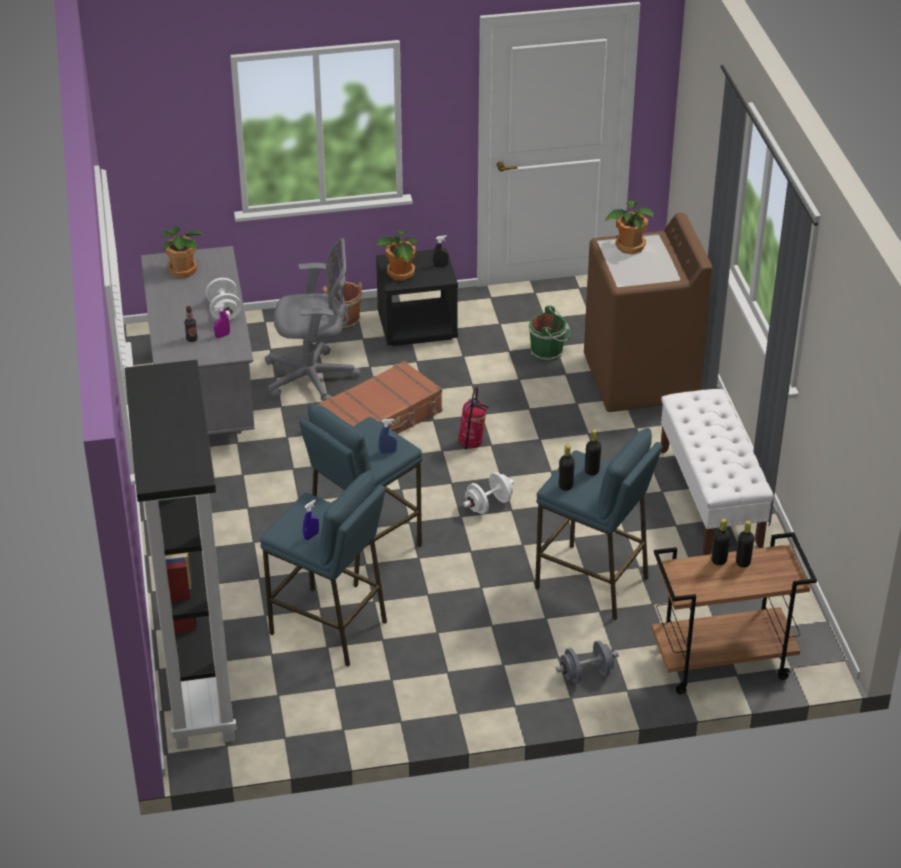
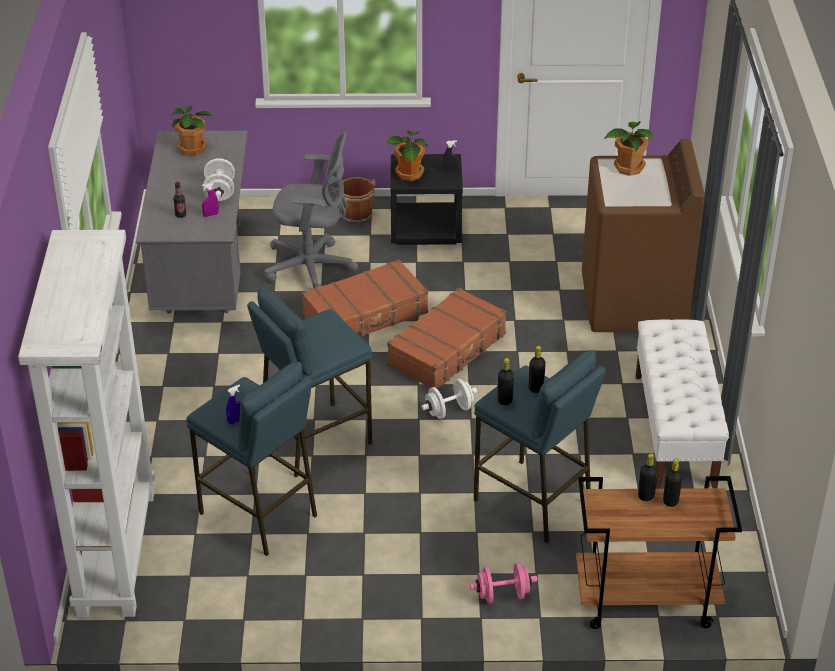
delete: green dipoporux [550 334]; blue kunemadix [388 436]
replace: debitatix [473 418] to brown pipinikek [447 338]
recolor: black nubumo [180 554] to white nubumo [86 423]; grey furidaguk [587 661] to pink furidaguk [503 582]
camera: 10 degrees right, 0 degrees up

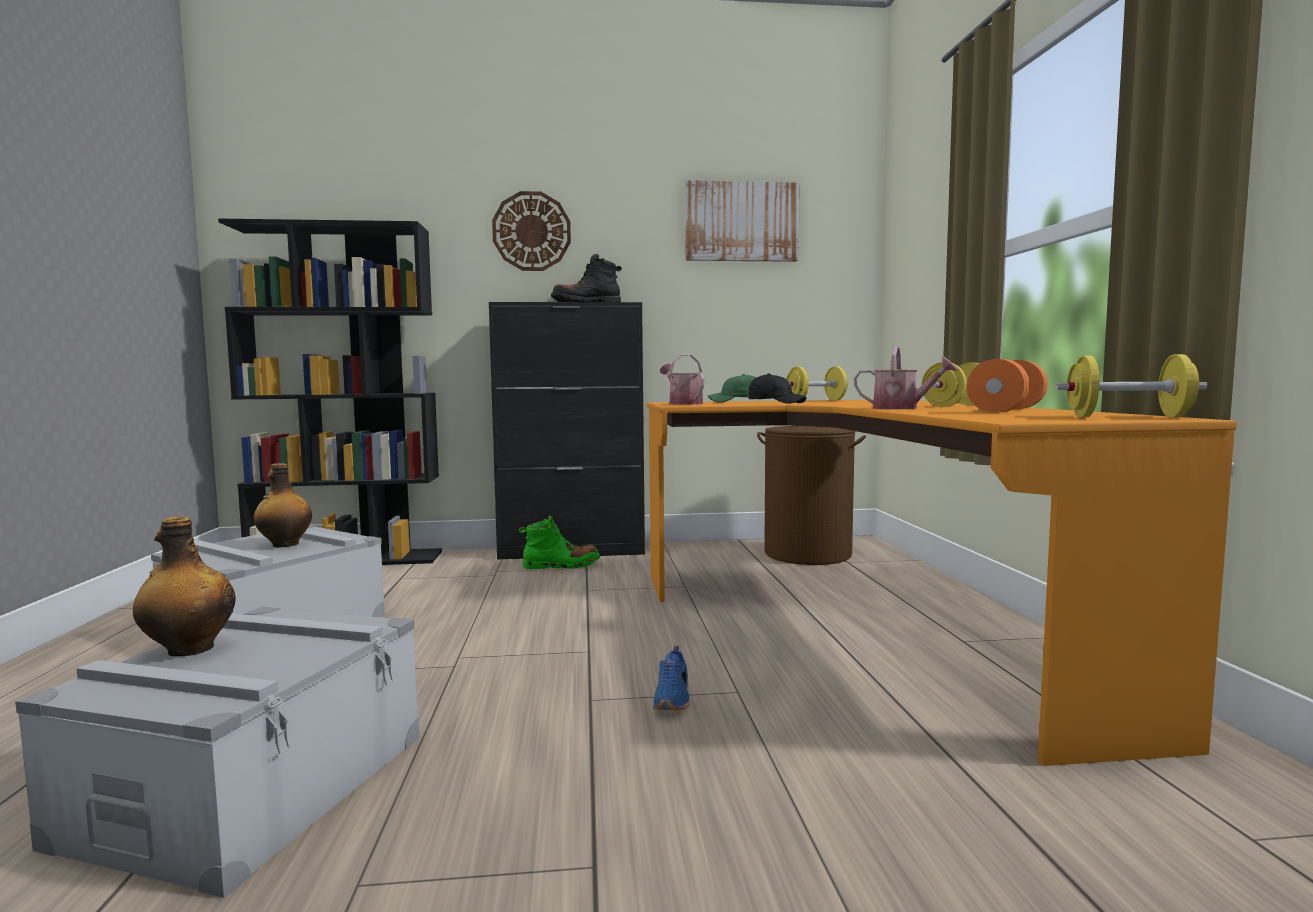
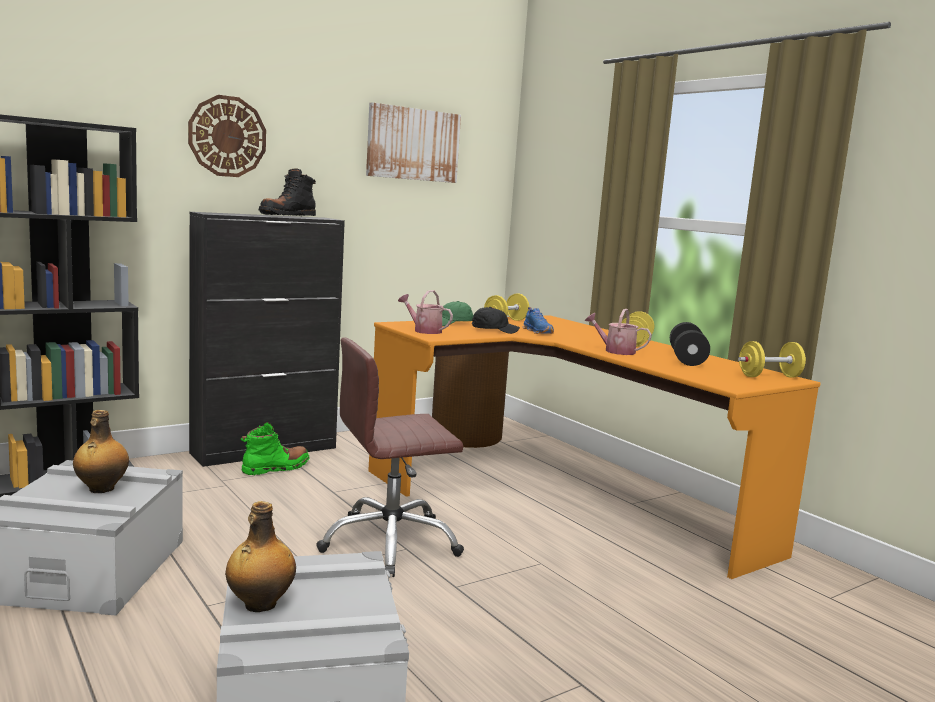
insert: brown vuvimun [390 457]
move: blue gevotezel [671 677] to [538 320]
recolor: orange furidaguk [1007 386] to black furidaguk [690 344]
rotate: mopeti [906 377] = [618 332] 150 degrees counterclockwise
camera: 30 degrees left, 5 degrees up

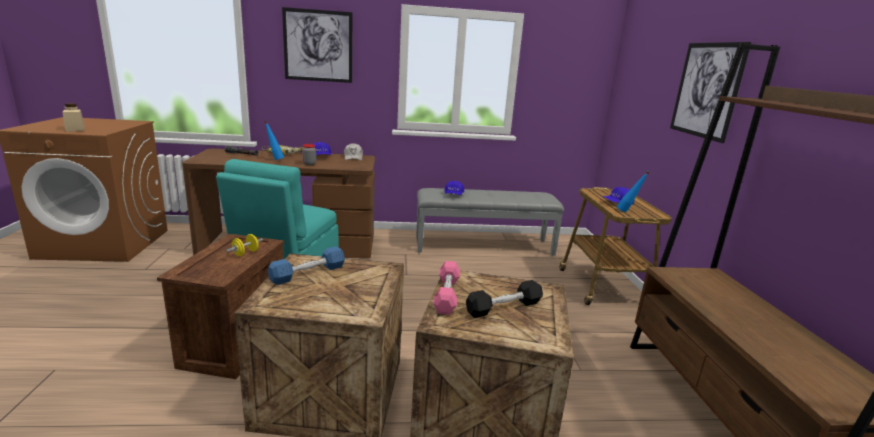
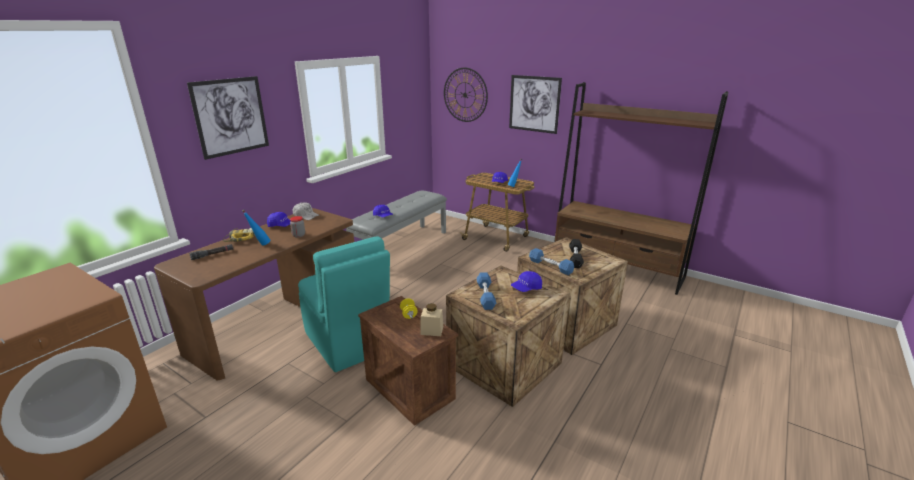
insert: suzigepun [466 95]; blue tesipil [526 281]
move: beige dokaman [74 117] to [431 319]
recolor: pink furidaguk [446 288] to blue furidaguk [551 261]
camera: 50 degrees left, 5 degrees up

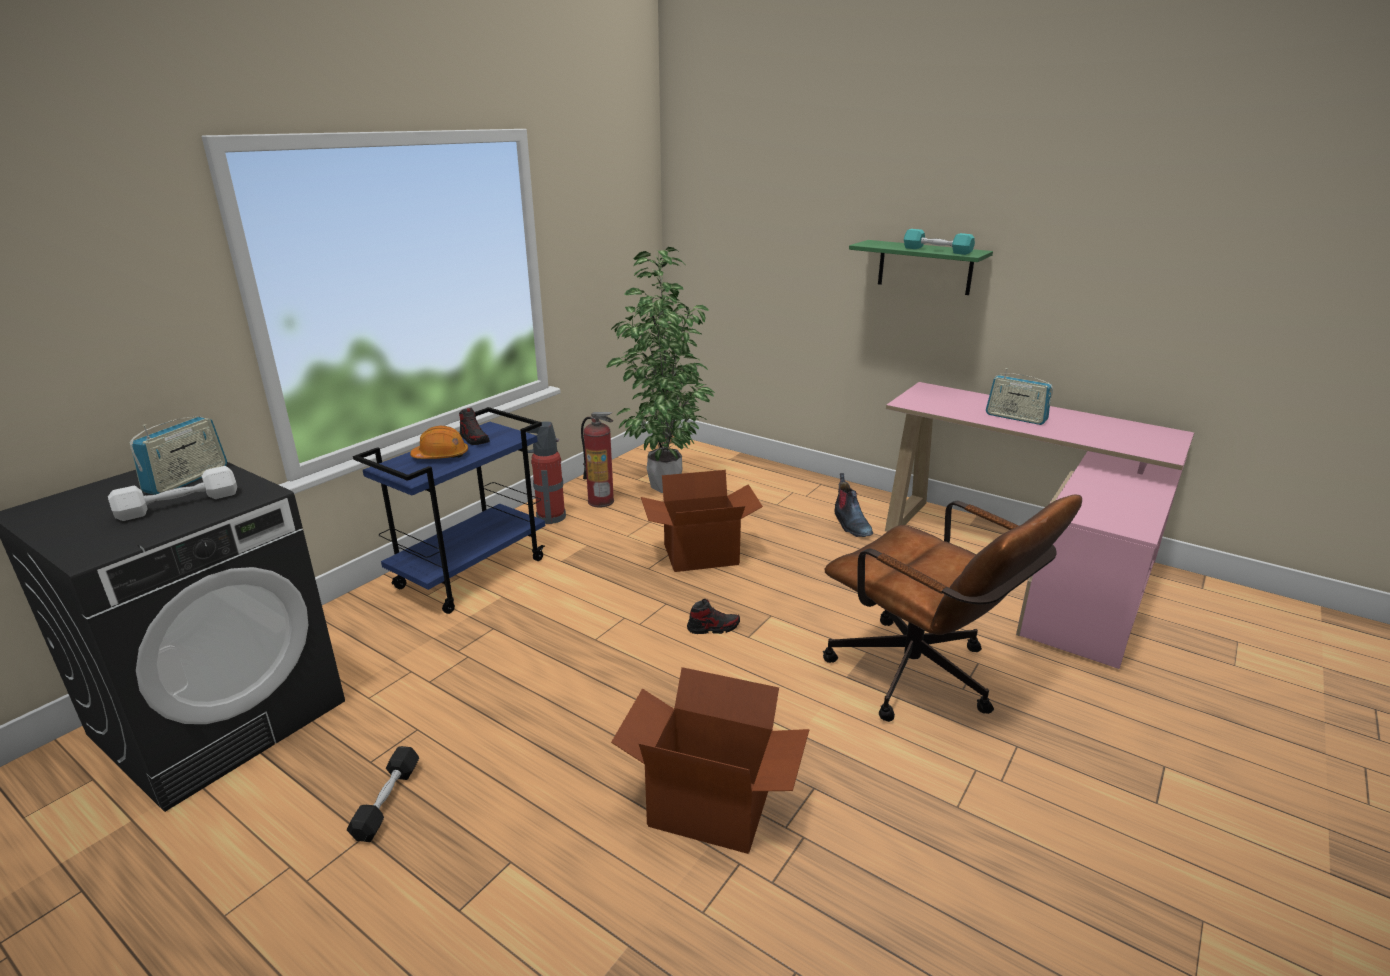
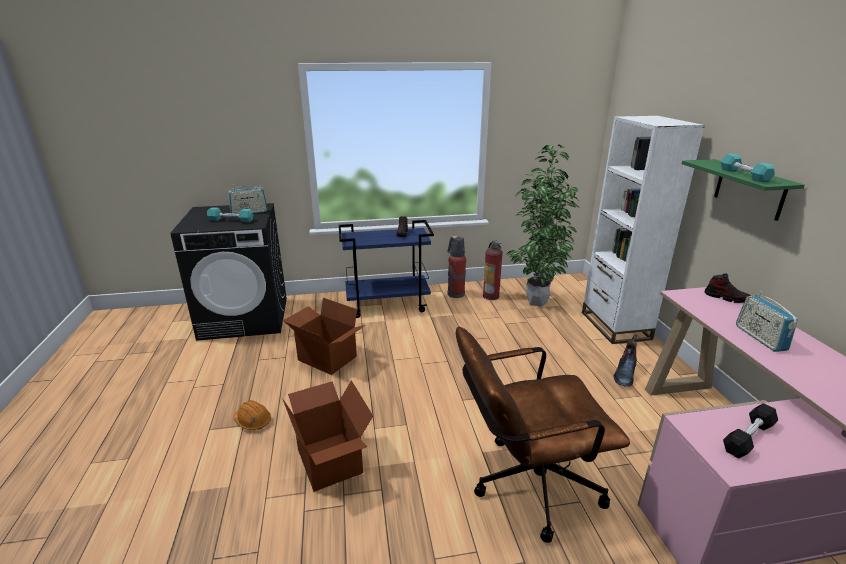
insert: white nubumo [643 230]
move: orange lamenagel [439 442] to [252 415]; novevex [702 521] to [324 336]; gevotezel [713 616] to [727 288]; black furidaguk [383 794] to [750 430]
recolor: white furidaguk [172 493] to turquoise furidaguk [230 214]
rotate: brown vuvimun [952 608] = [543 435] 75 degrees clockwise
camera: 45 degrees right, 0 degrees up

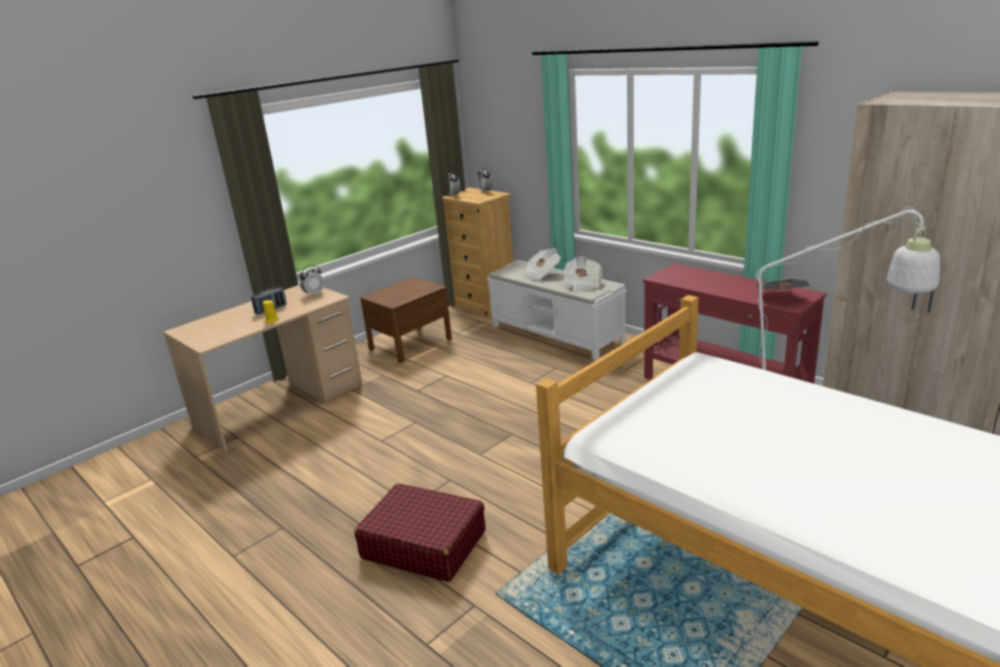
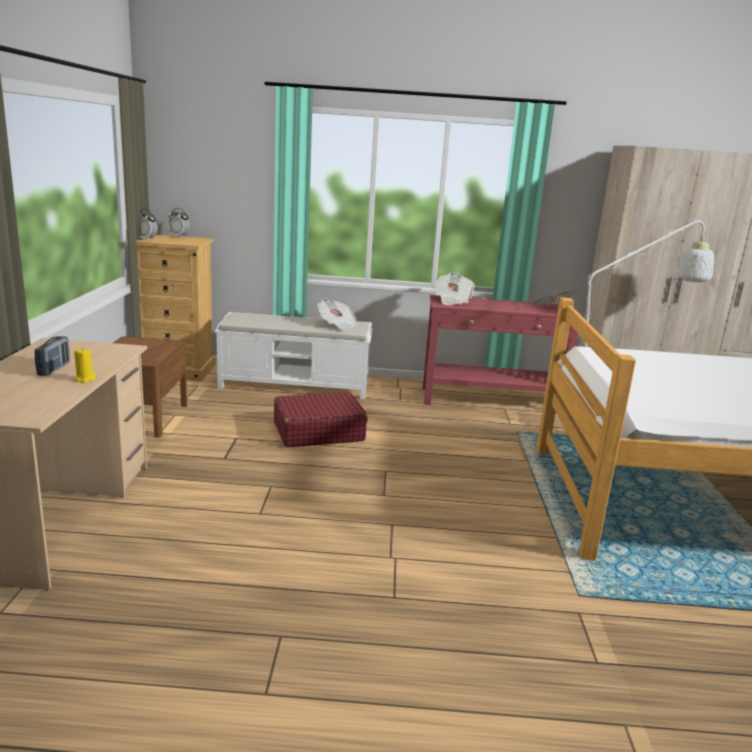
delete: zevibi [312 281]
move: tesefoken [541 264] to [454 289]; red pipinikek [419 532] to [320 419]
camera: 45 degrees left, 5 degrees down

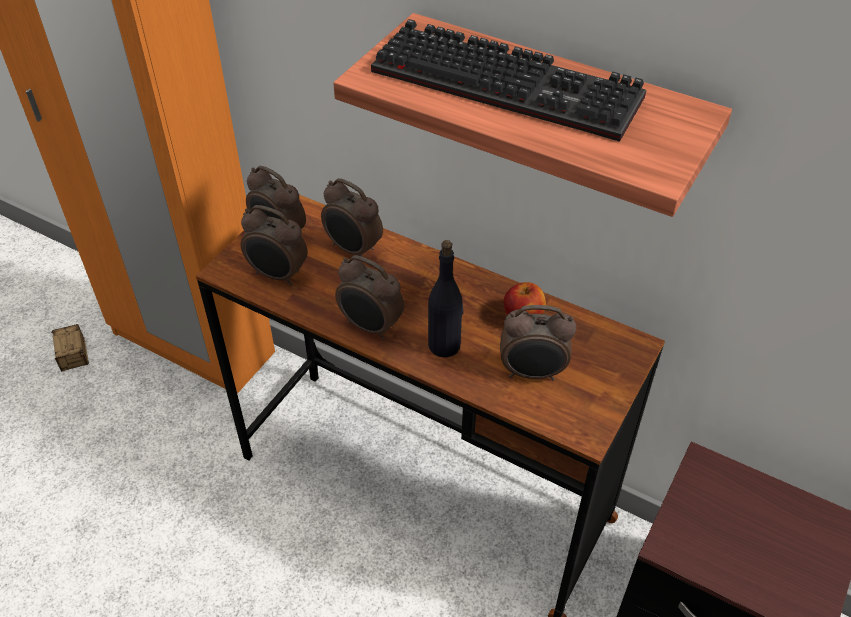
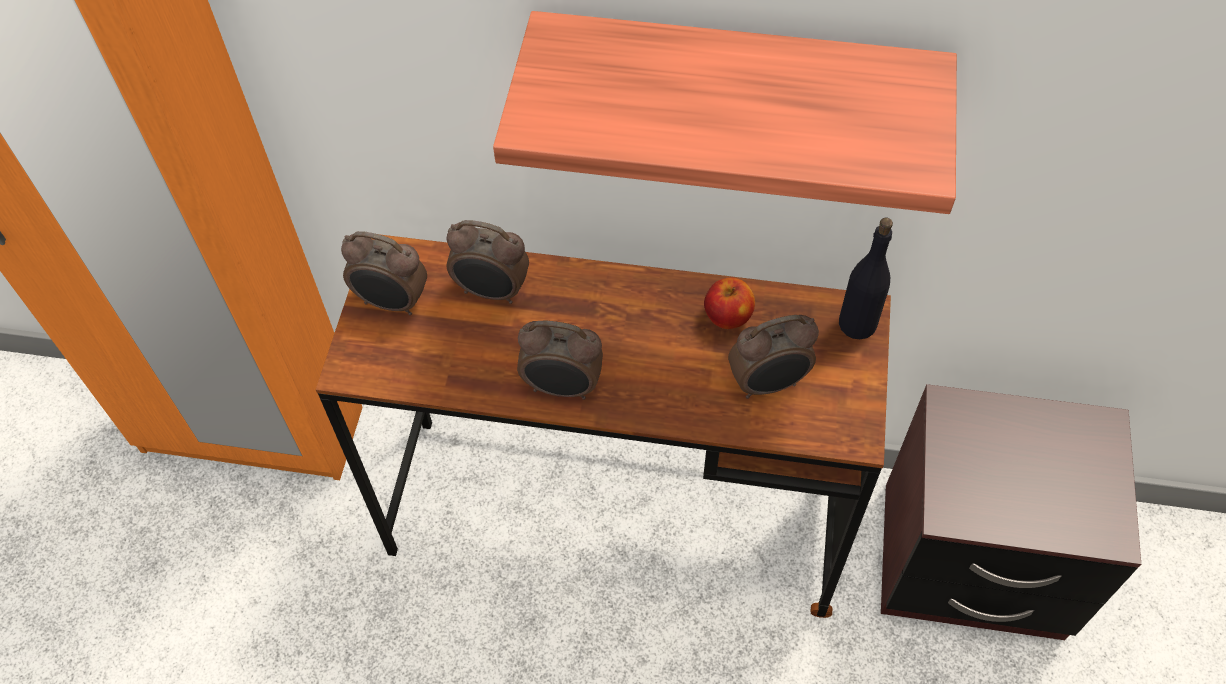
delete: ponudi [508 80]; zevibi [274 245]; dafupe [70 348]
move: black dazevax [445 299] to [866 278]
camera: 20 degrees left, 10 degrees up

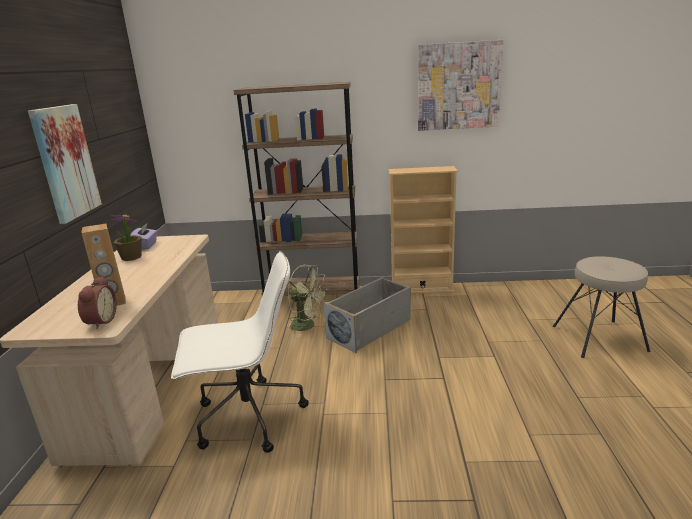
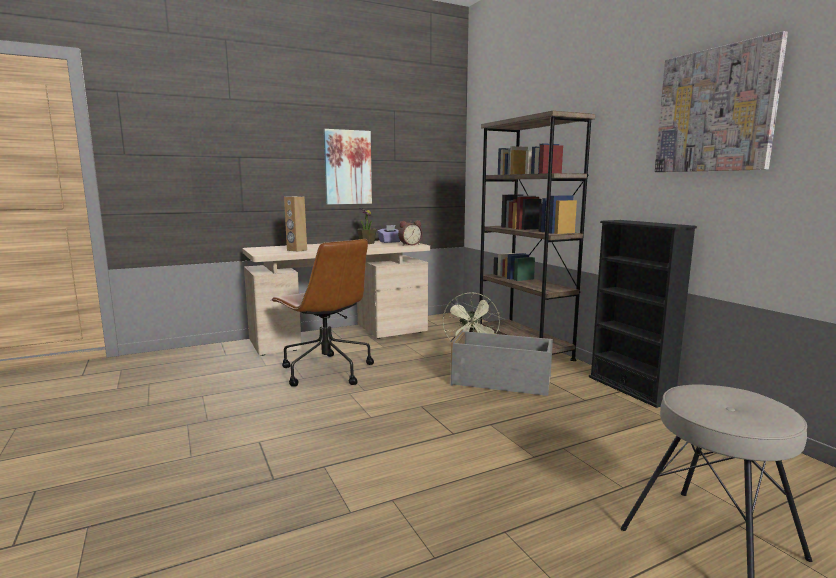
move: zevibi [97 302] to [410 233]
recolor: beige nubumo [423 230] to black nubumo [643 314]; white vuvimun [240 352] to brown vuvimun [322 313]
camera: 60 degrees right, 10 degrees down

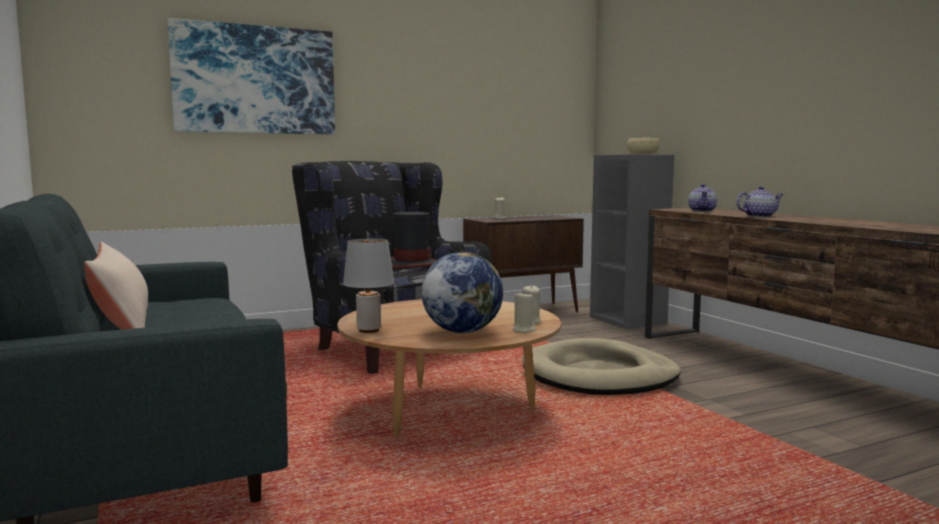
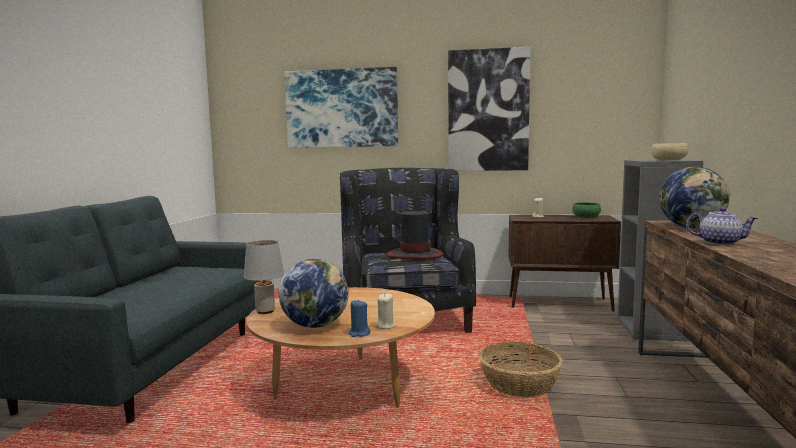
delete: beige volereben [116 286]
insert: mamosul [489 109]; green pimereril [586 210]
replace: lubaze [702 198] to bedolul [695 197]; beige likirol [601 366] to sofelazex [520 369]
recolor: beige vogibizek [523 312] to blue vogibizek [359 318]
camera: 35 degrees right, 0 degrees up

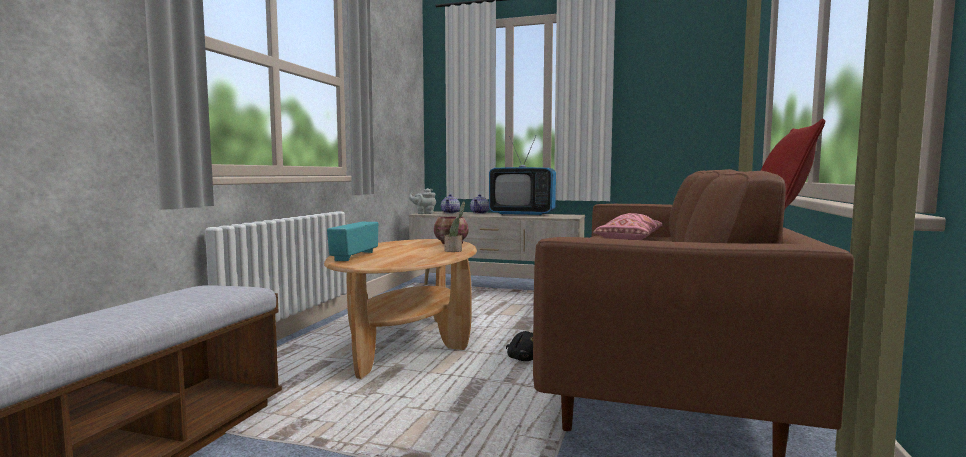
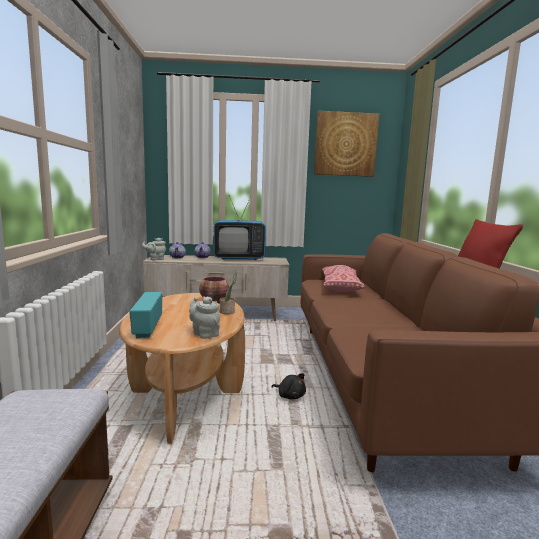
insert: mamosul [346 144]; grey lubaze [204 317]
camera: 20 degrees left, 5 degrees up

